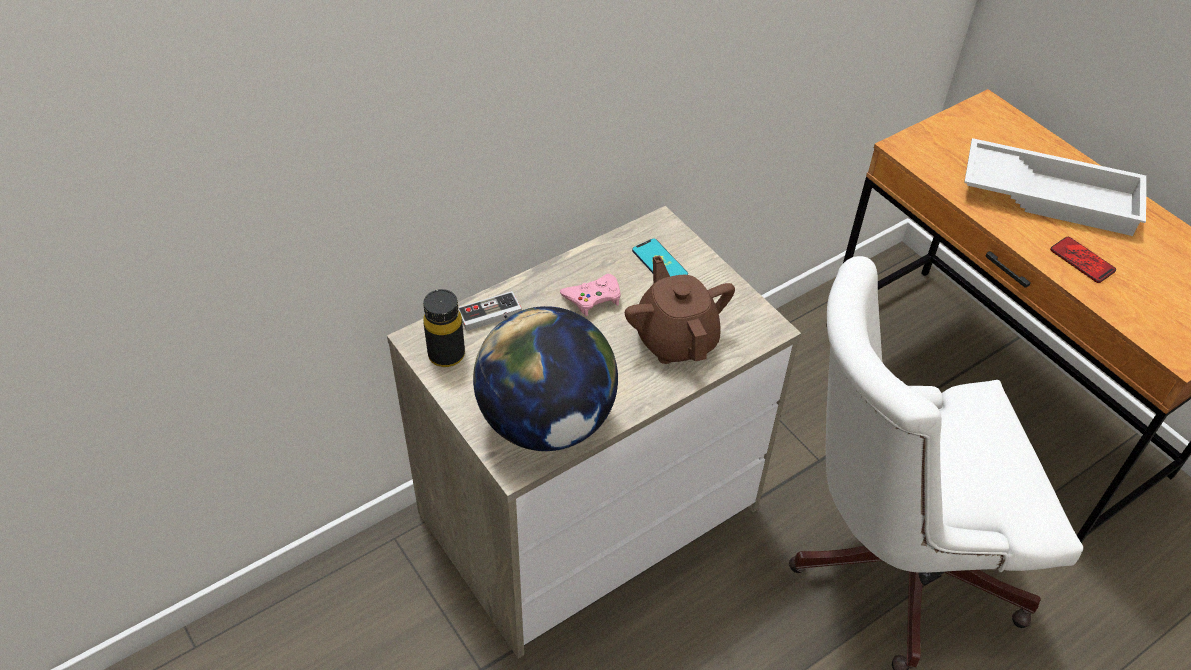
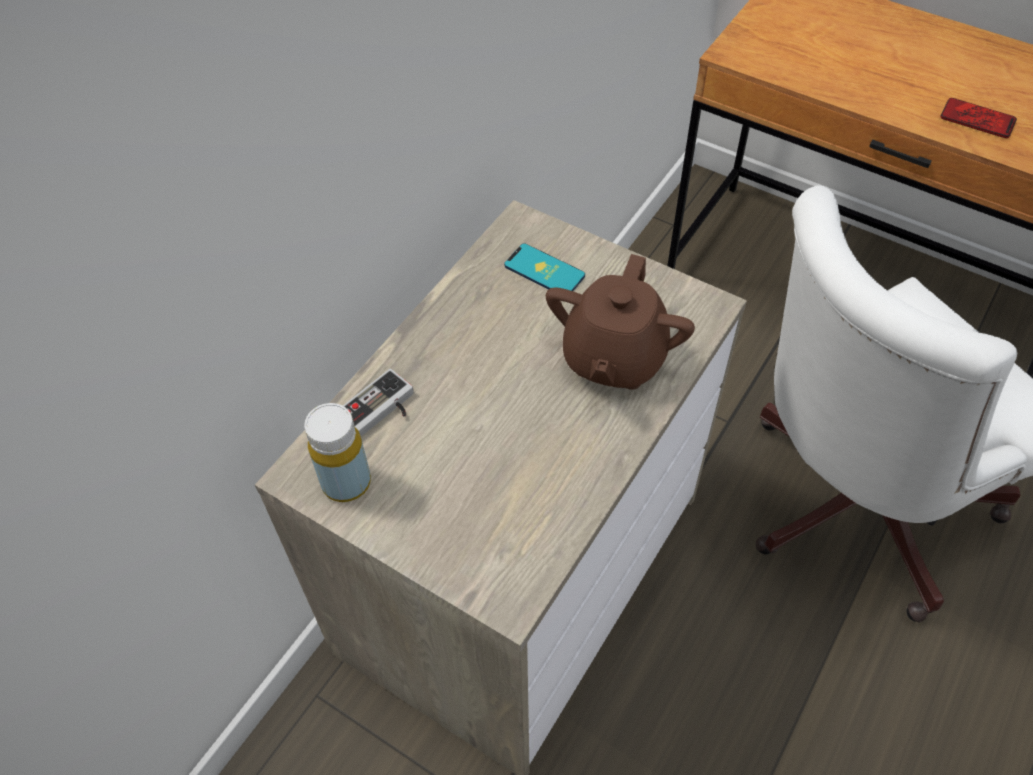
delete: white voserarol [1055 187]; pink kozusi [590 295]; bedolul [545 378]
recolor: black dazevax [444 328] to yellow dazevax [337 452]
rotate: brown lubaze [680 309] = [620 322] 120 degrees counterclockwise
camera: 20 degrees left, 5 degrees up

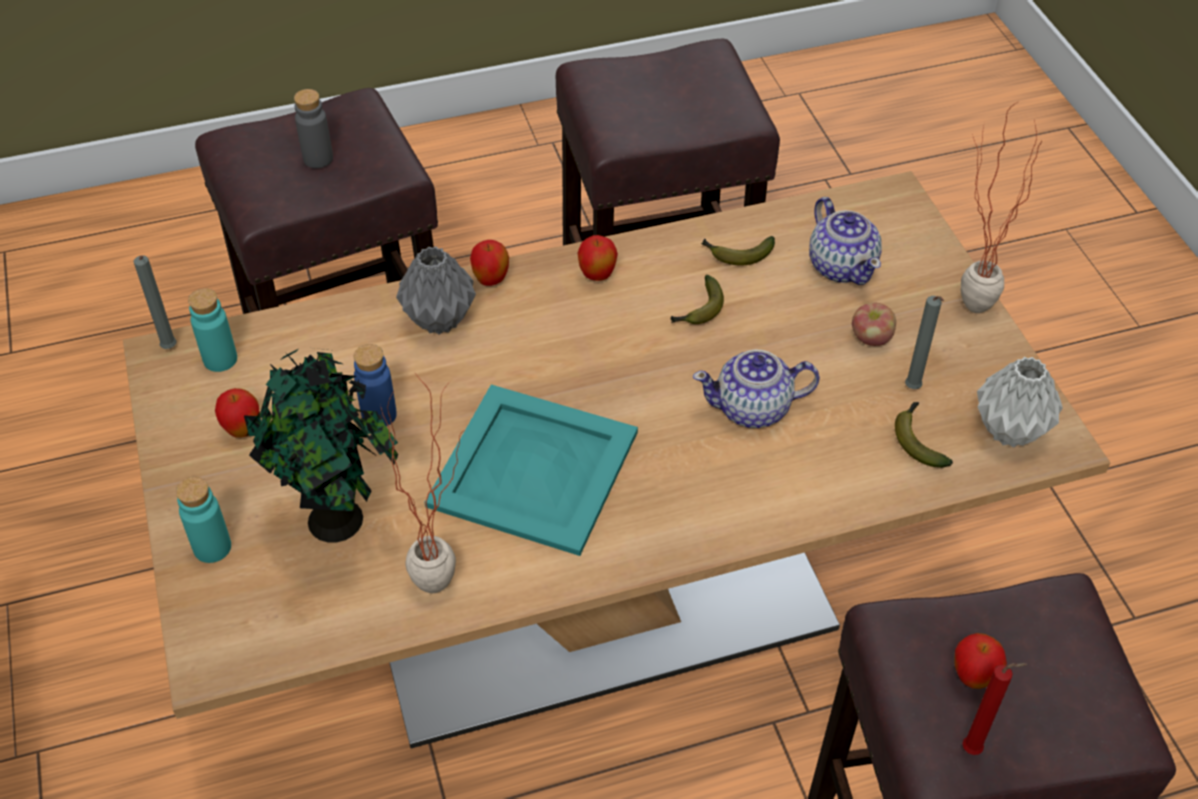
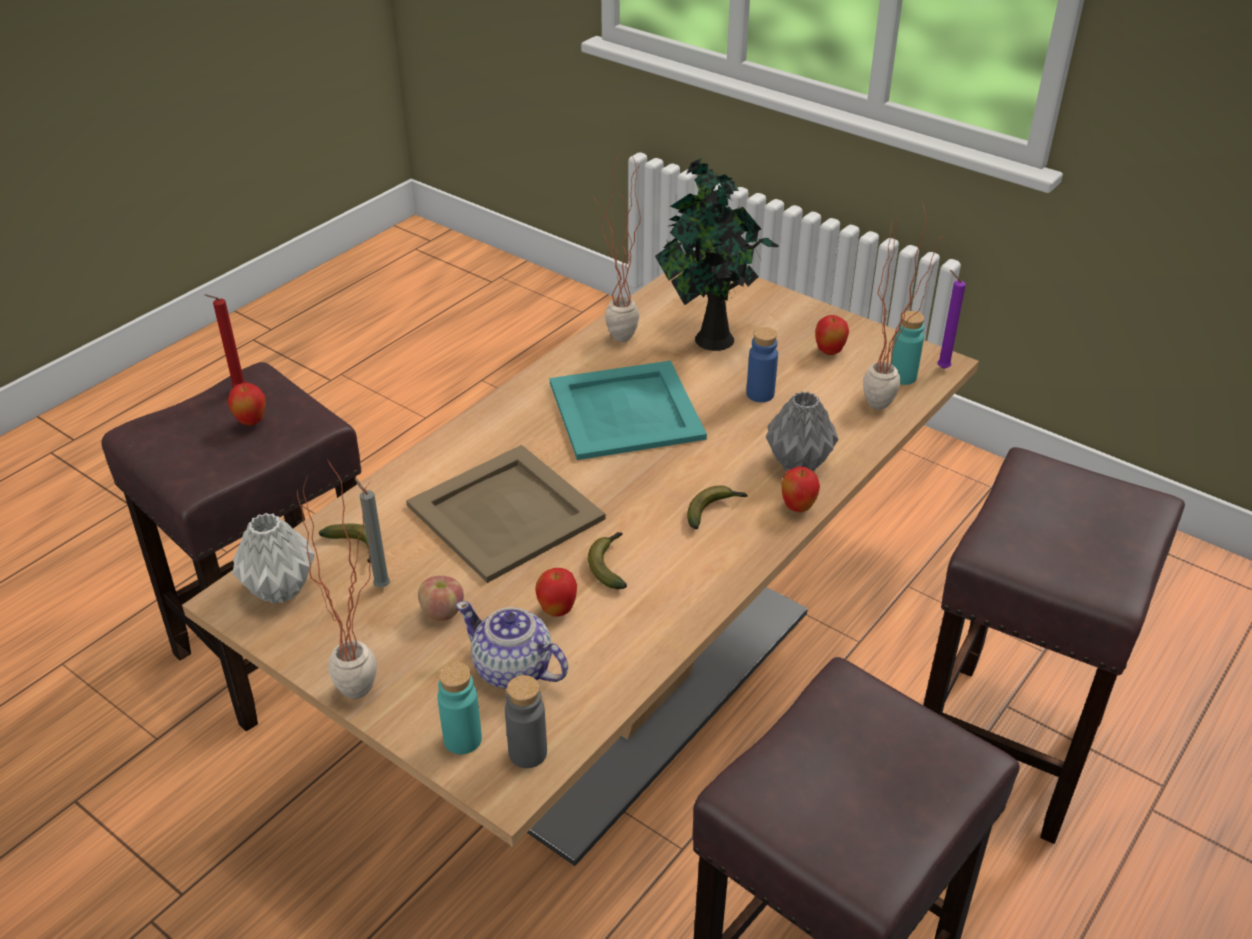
insert: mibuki [905 305]
move: grey dazevax [313 128] to [526 721]; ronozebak [597 258] to [556 592]; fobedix [738 250] to [717 507]; turquoise dazevax [203 520] to [460 708]
replace: lubaze [756 389] to beige voserarol [506 514]
recolor: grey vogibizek [155 302] to purple vogibizek [951 319]
camera: 145 degrees right, 10 degrees down

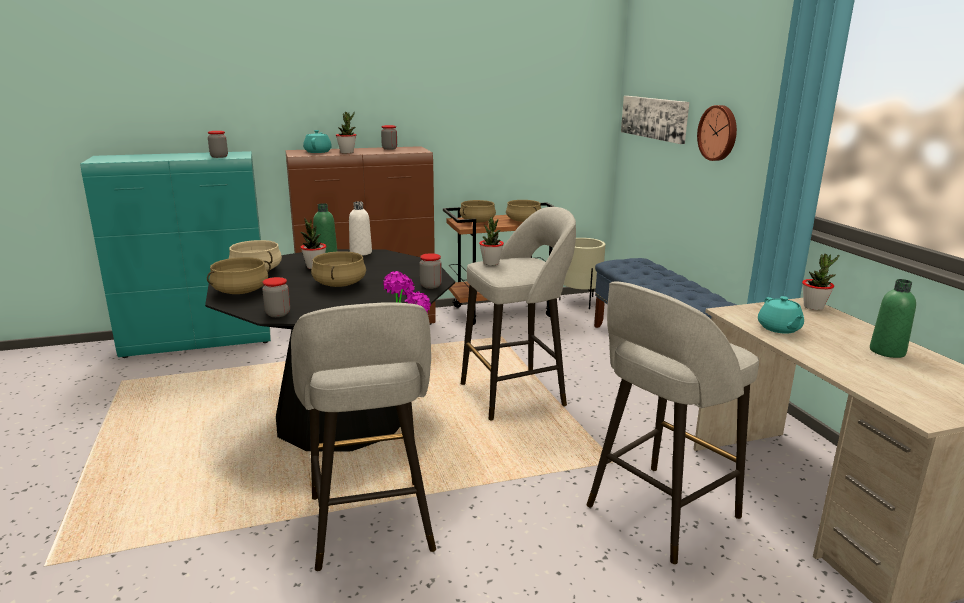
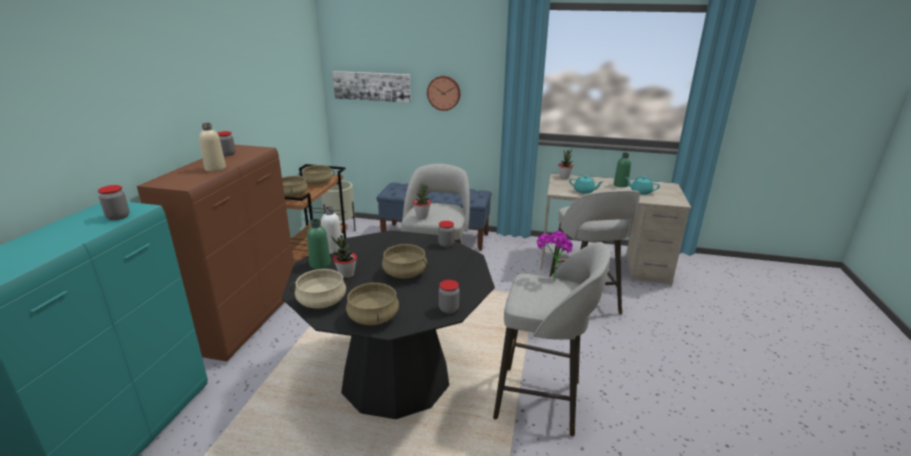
move: turquoise lubaze [317 141] to [642 185]
replace: mibuki [346 132] to beige dazevax [212 147]
camera: 60 degrees left, 5 degrees up

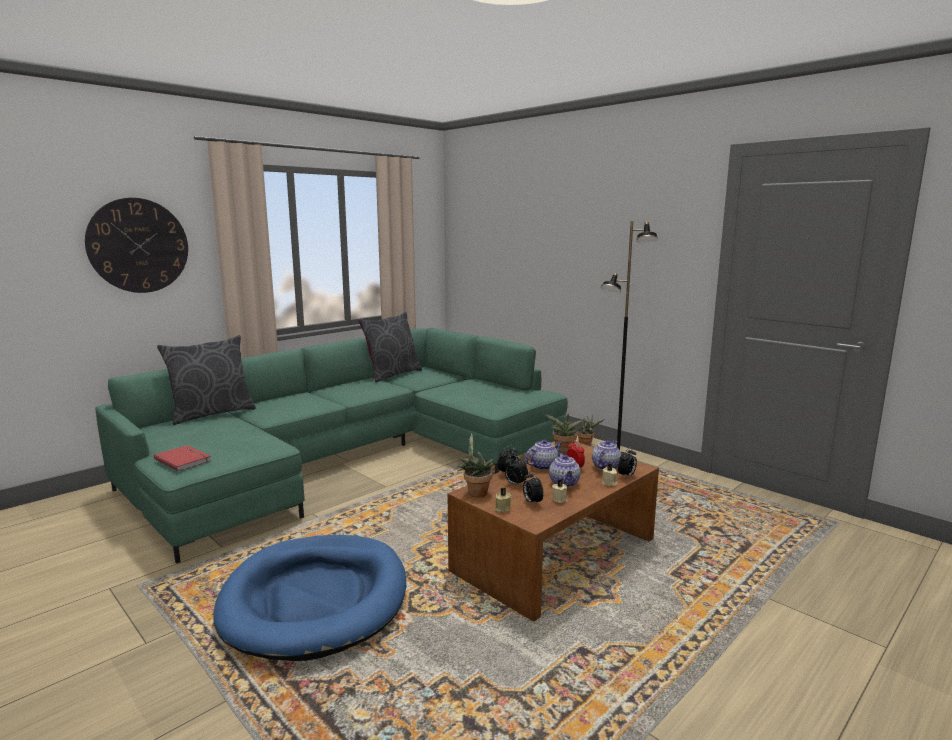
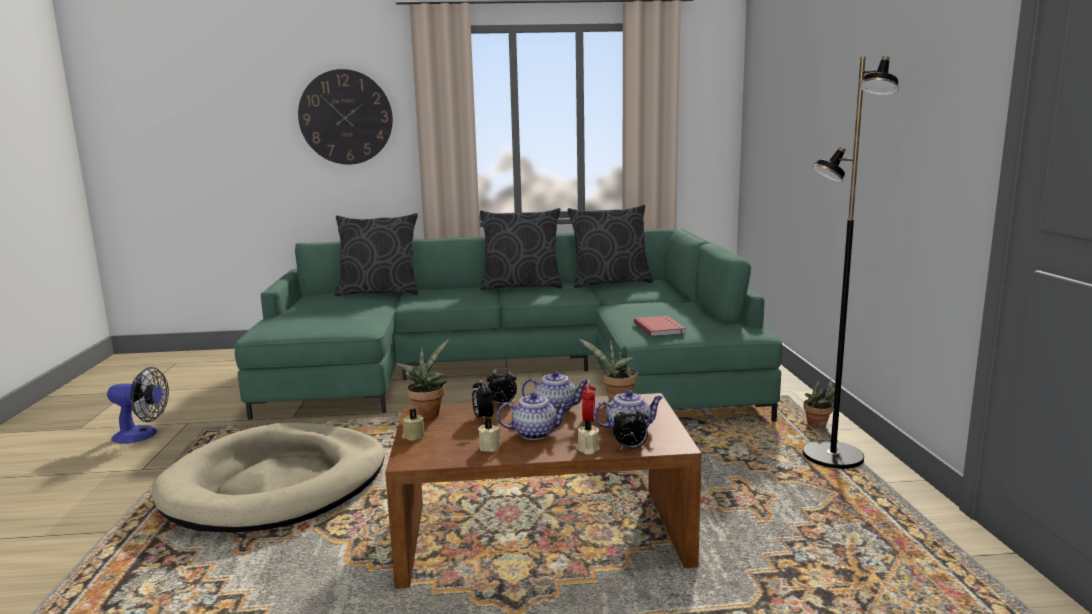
delete: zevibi [533 488]
insert: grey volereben [521 249]; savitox [138 405]
move: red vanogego [183 458] to [660 326]
recolor: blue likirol [309 598] to beige likirol [268 477]
rotate: lubaze [565 470] = [533 416] 135 degrees counterclockwise
camera: 40 degrees right, 0 degrees up

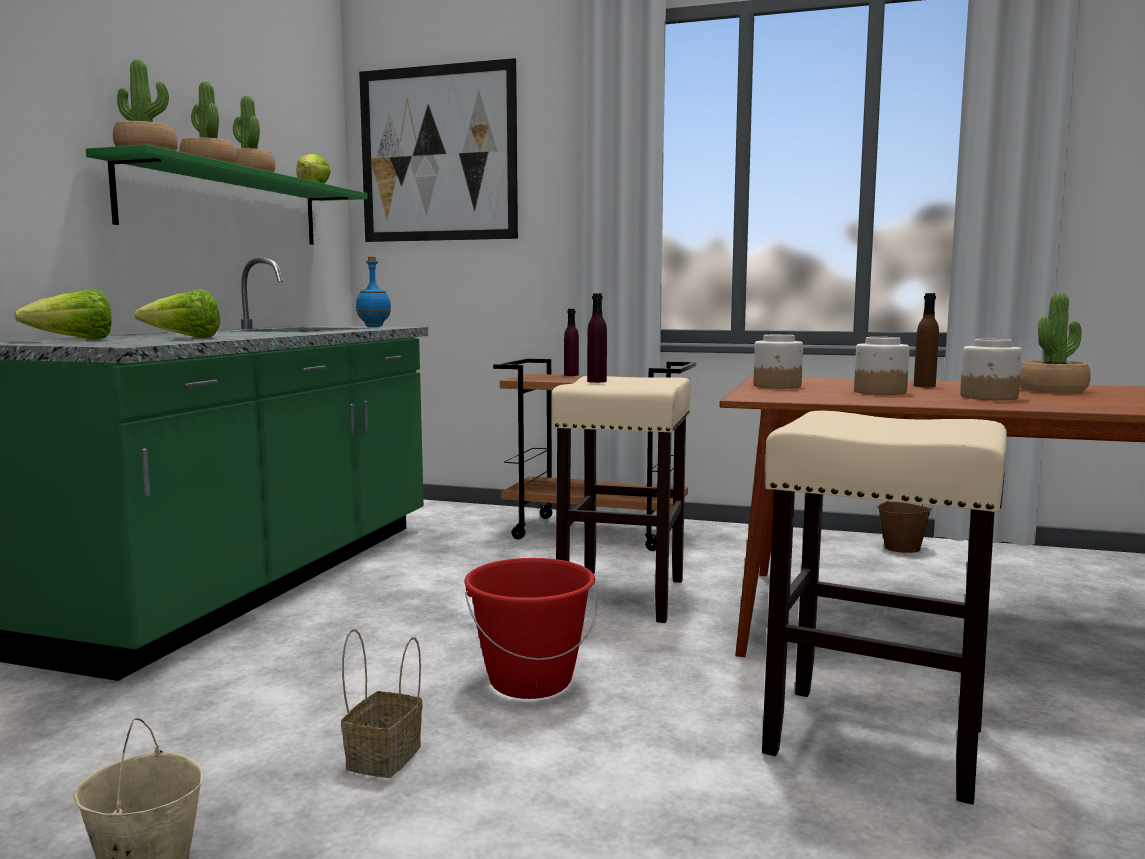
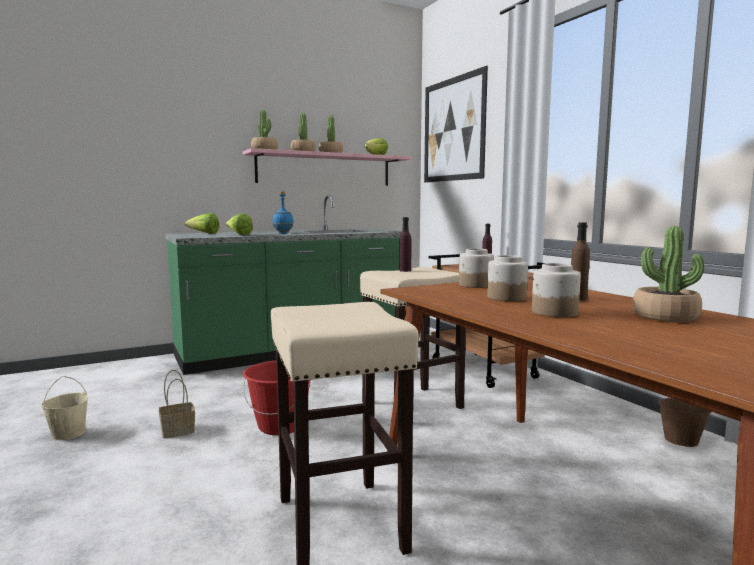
move: blue dazevax [373 292] to [283 213]
recolor: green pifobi [227 194] to pink pifobi [327 167]
camera: 45 degrees right, 0 degrees up

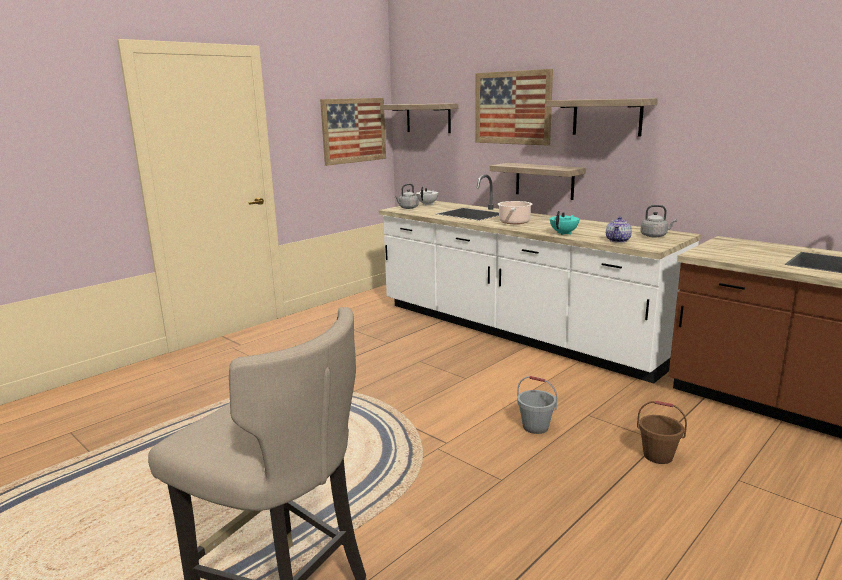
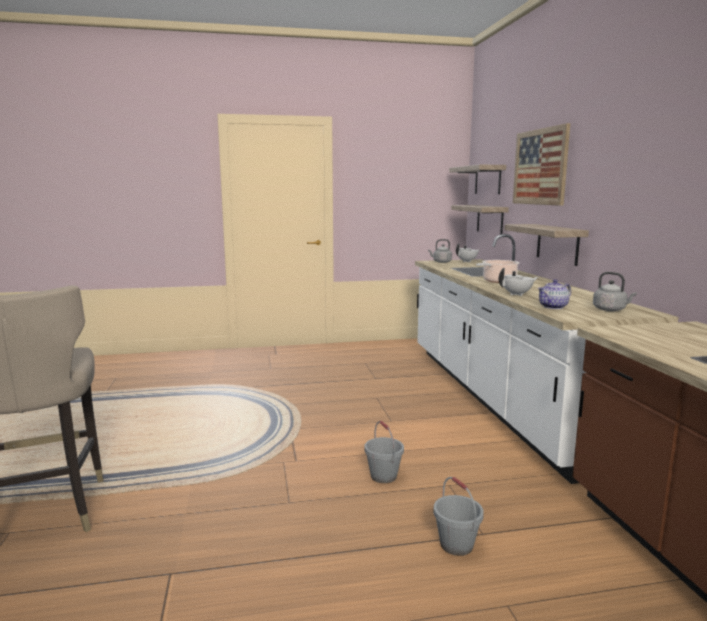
delete: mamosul [353 132]
move: pifobi [602 117] to [480 220]
recolor: turquoise lubaze [565 223] to white lubaze [518 282]; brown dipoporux [662 432] to grey dipoporux [458 516]
camera: 35 degrees right, 5 degrees down

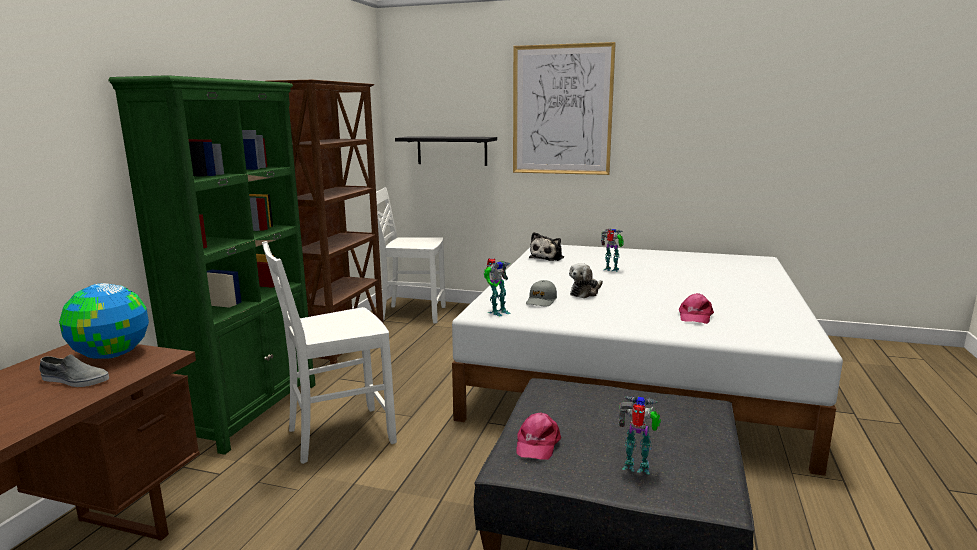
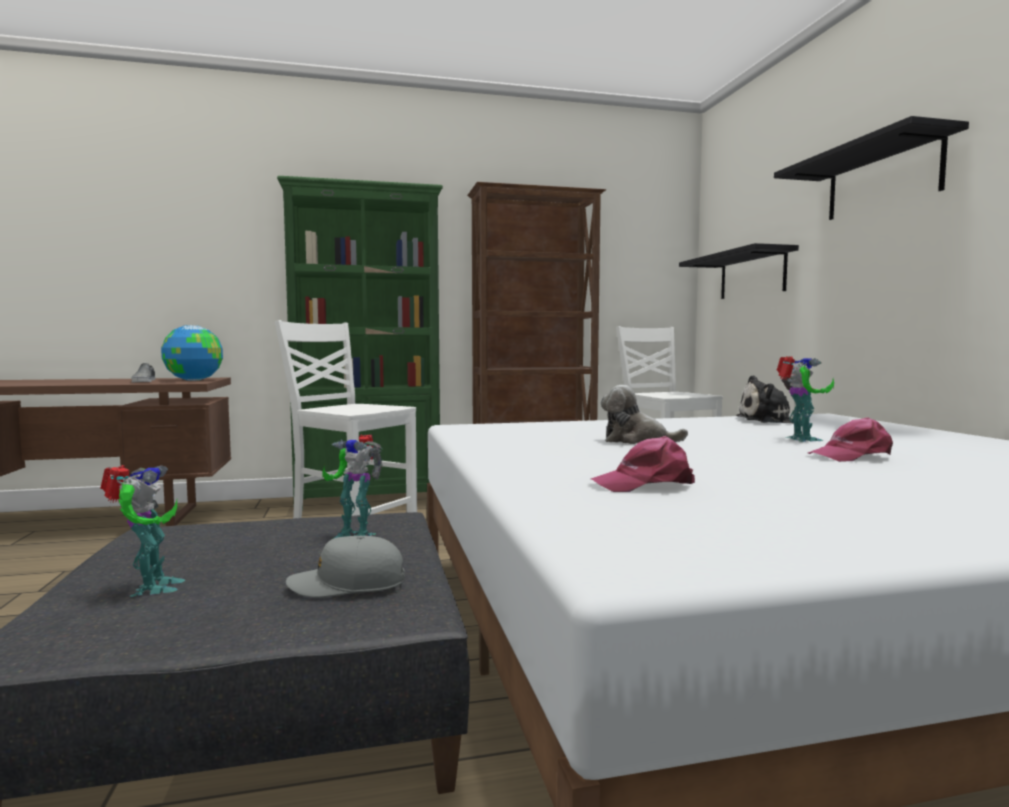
move: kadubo [497 287] to [353 487]; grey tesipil [541 293] to [345 566]; pink tesipil [538 436] to [850 439]
replace: mamosul [564 108] to black pifobi [871 168]
camera: 60 degrees right, 10 degrees down

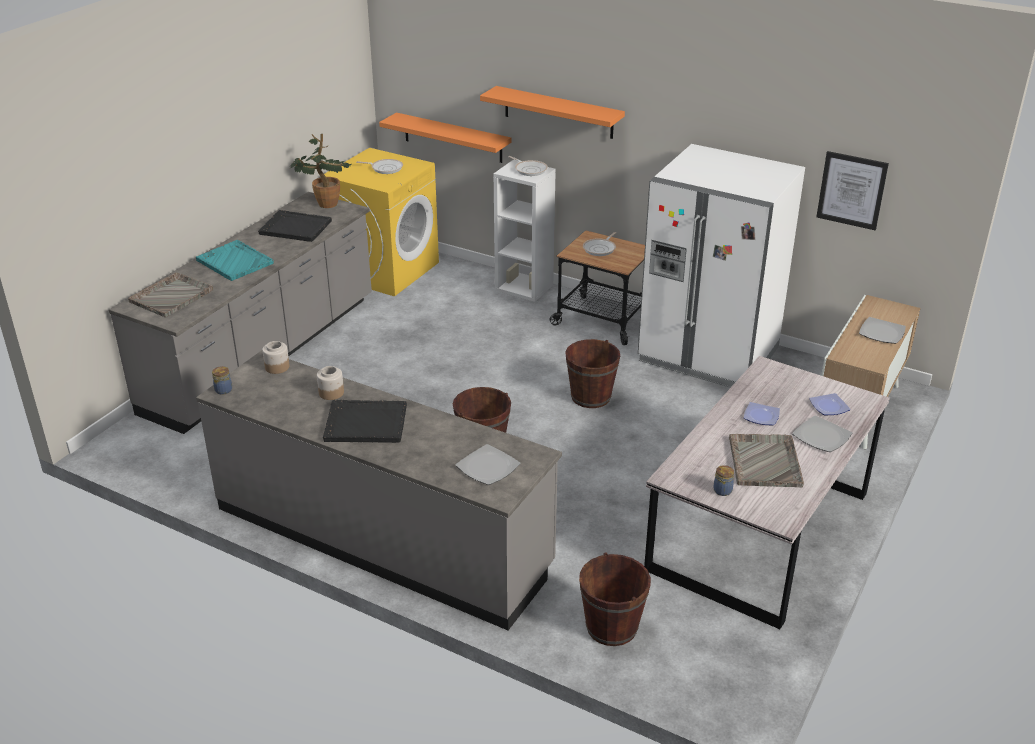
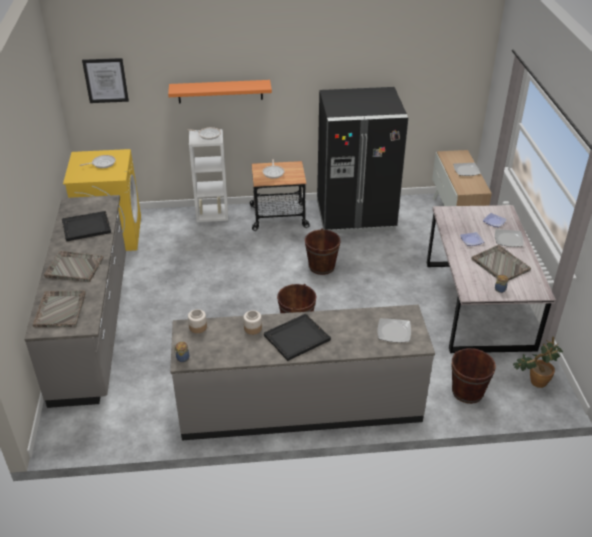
delete: orange pifobi [445 138]
move: mibuki [320 171] to [538 362]; mamosul [852 190] to [105 80]
recolor: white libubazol [721 266] to black libubazol [362 160]; turquoise voserarol [235 260] to grey voserarol [74 266]
camera: 35 degrees left, 5 degrees up

